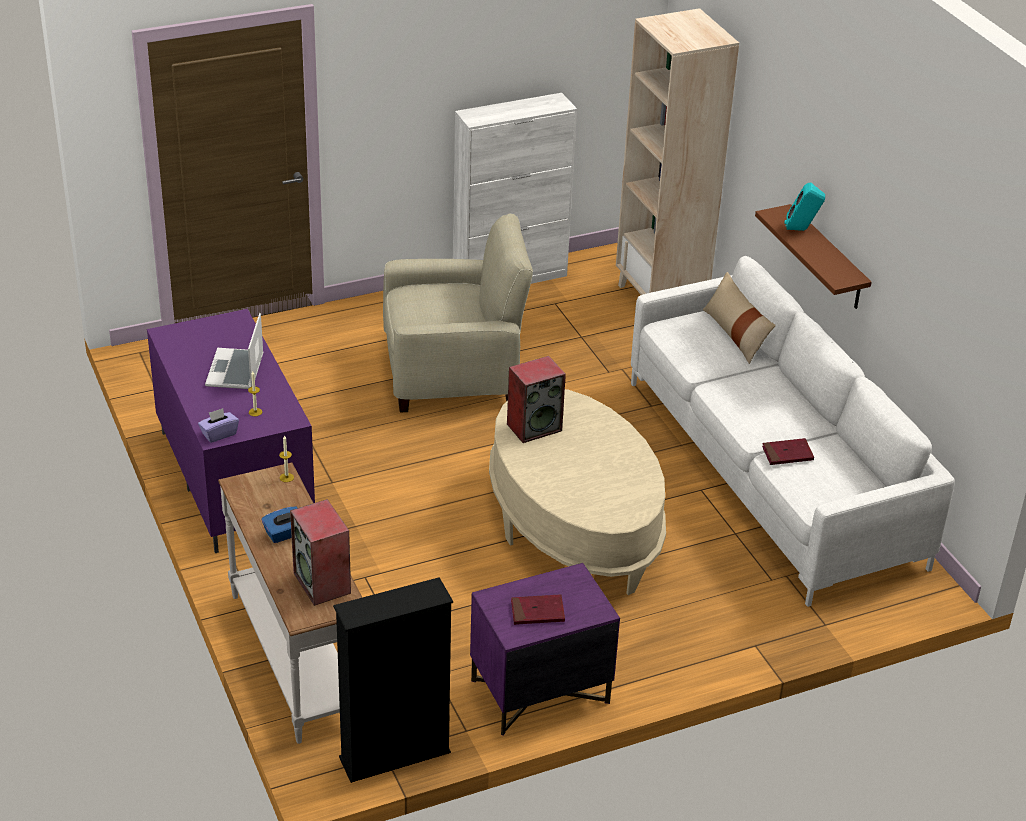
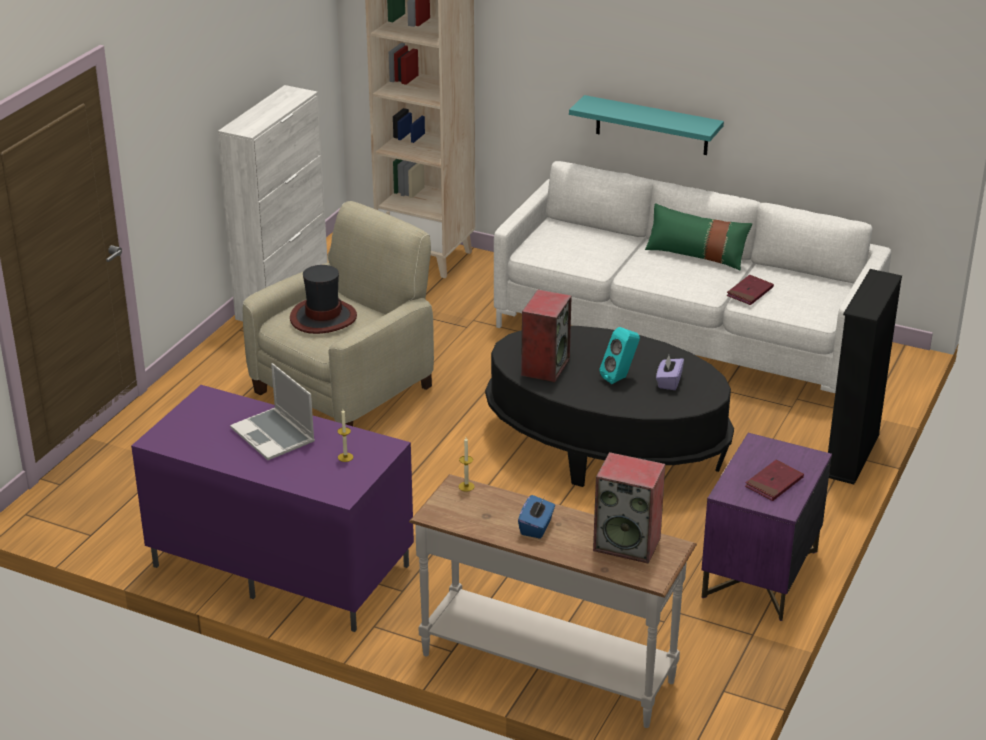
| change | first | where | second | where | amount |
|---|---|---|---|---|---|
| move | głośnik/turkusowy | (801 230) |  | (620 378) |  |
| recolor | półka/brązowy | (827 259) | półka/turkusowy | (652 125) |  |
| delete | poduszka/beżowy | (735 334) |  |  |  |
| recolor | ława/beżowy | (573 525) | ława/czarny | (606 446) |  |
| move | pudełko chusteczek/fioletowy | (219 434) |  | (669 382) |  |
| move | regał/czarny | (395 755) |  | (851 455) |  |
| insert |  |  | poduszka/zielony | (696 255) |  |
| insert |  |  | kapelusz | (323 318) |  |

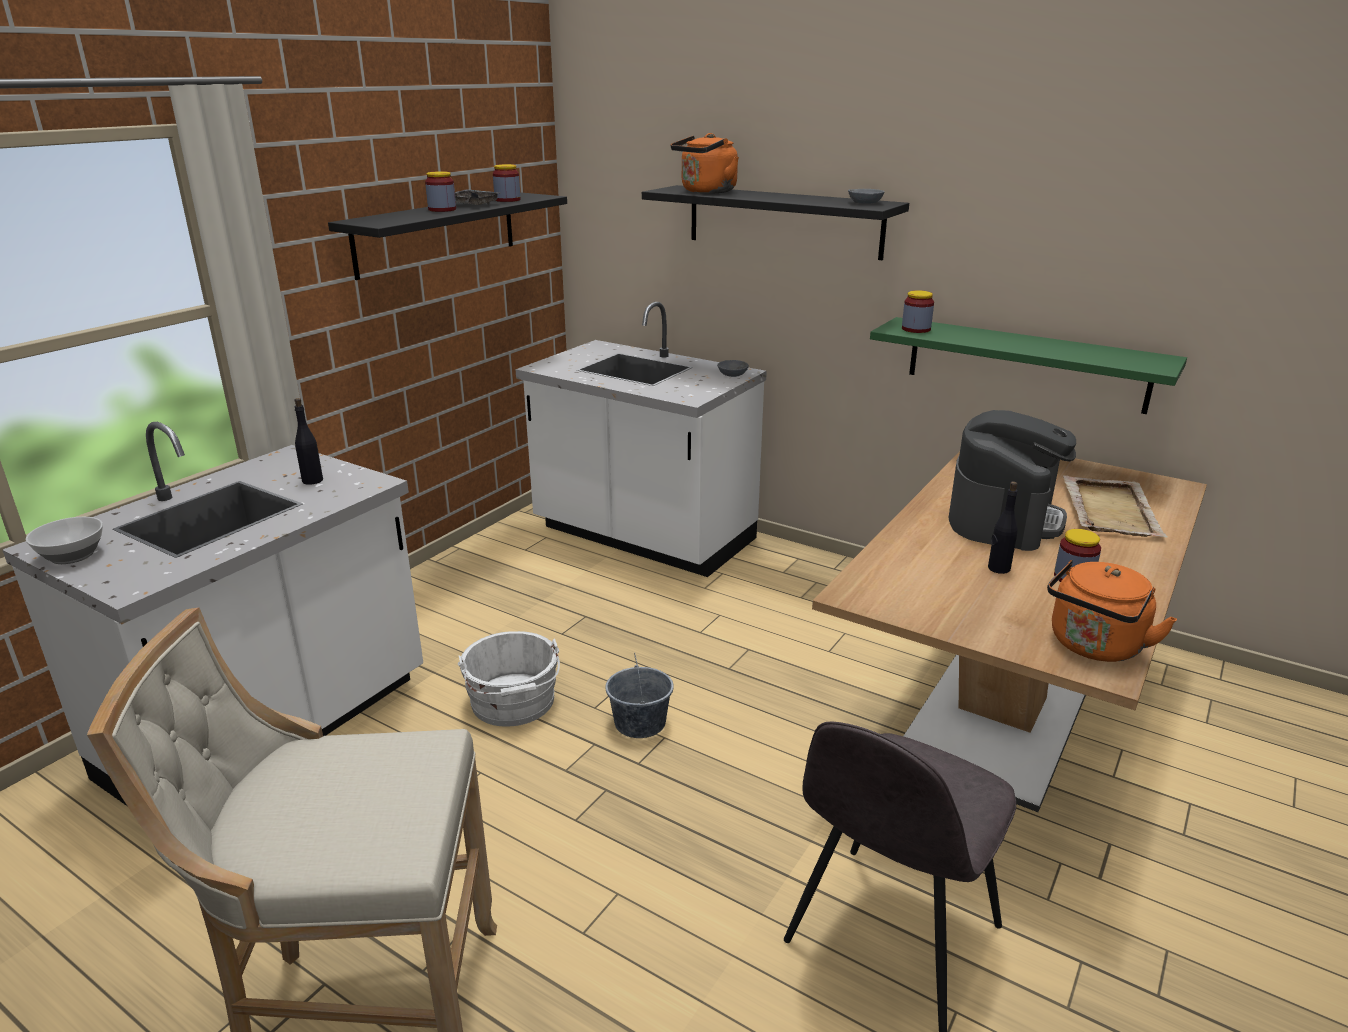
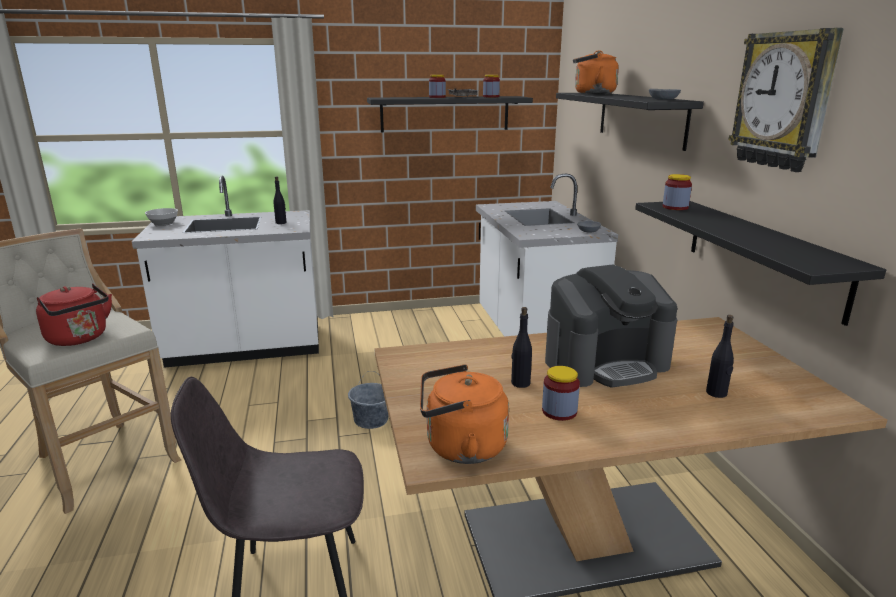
| change | first | where | second | where | amount |
|---|---|---|---|---|---|
| recolor | półka/zielony | (1026 364) | półka/czarny | (762 255) |  |
| replace | taca/beżowy | (1110 509) | butelka/czarny | (716 393) |  |
| delete | wiadro/biały | (514 704) |  |  |  |
| insert |  |  | zegar ścienny | (784 100) |  |
| insert |  |  | czajnik/czerwony | (80 339) |  |

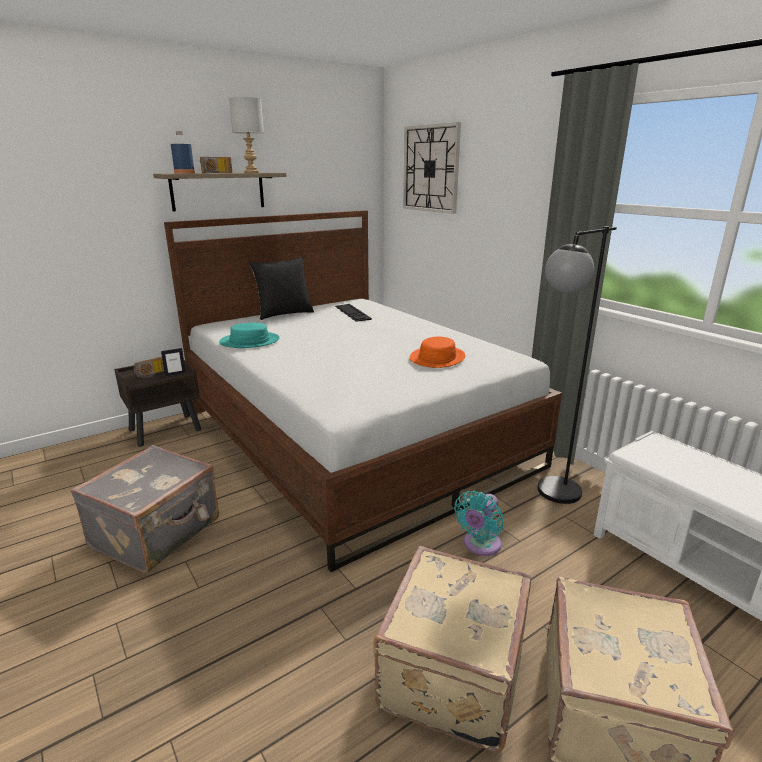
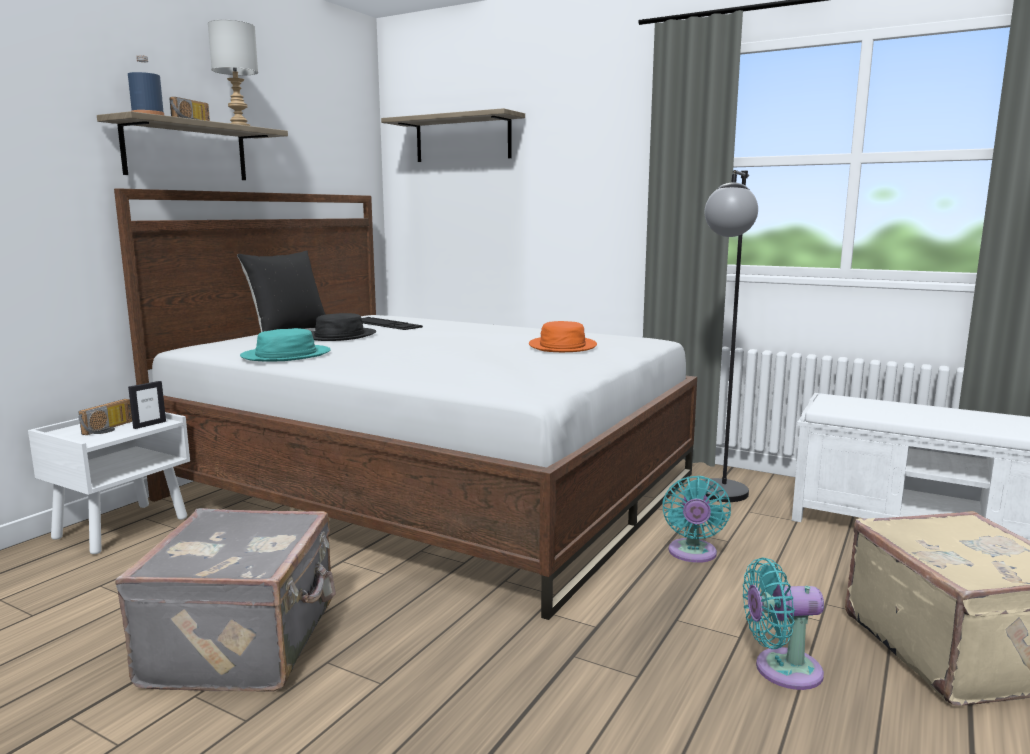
| change | first | where | second | where | amount |
|---|---|---|---|---|---|
| replace | zegar ścienny | (431 169) | półka | (463 139) |  |
| recolor | szafka nocna/brązowy | (166 430) | szafka nocna/biały | (122 527) |  |
| replace | walizka/beżowy | (449 673) | wentylator/turkusowy | (781 670) |  |
| insert |  |  | kapelusz/czarny | (339 336) |  |

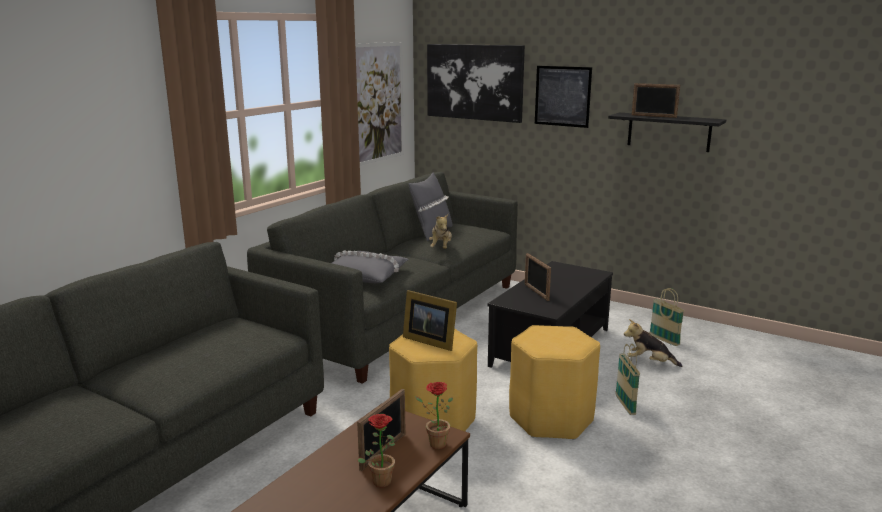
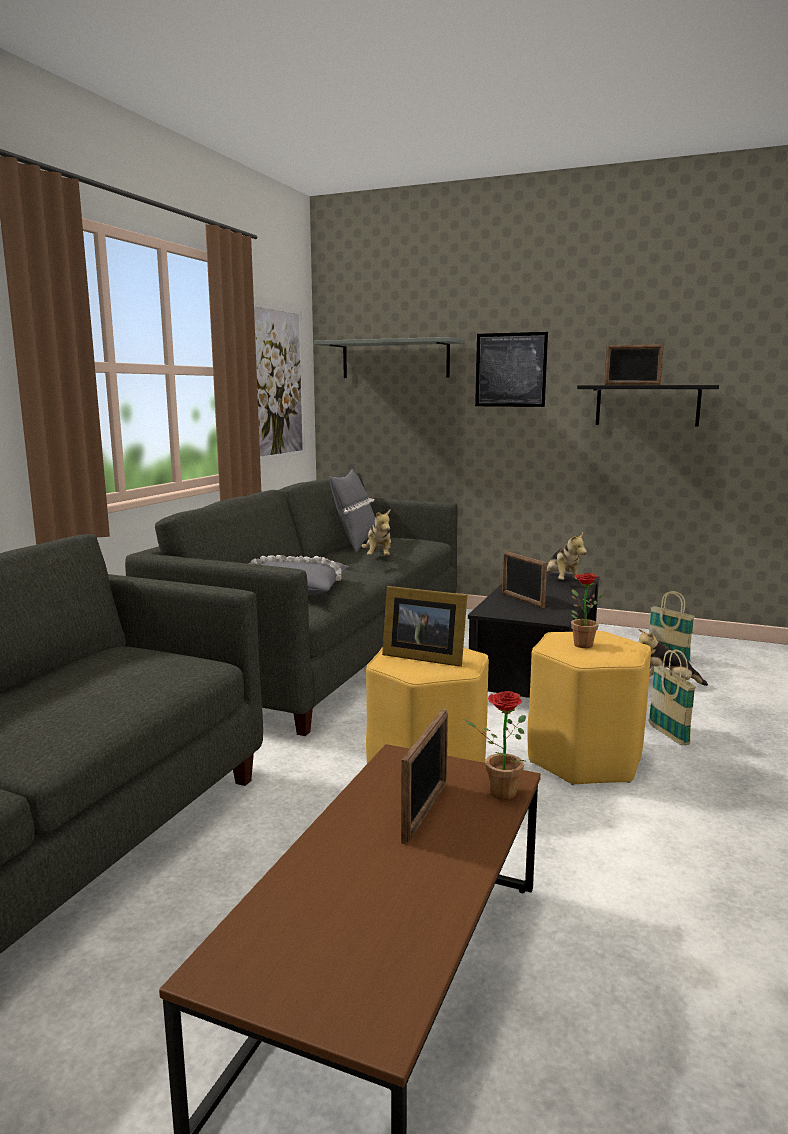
| change | first | where | second | where | amount |
|---|---|---|---|---|---|
| replace | obraz | (474 82) | półka/szary | (395 359) |  |
| move | roślina doniczkowa | (381 479) |  | (580 644) |  |
| insert |  |  | pluszak | (561 581) |  |

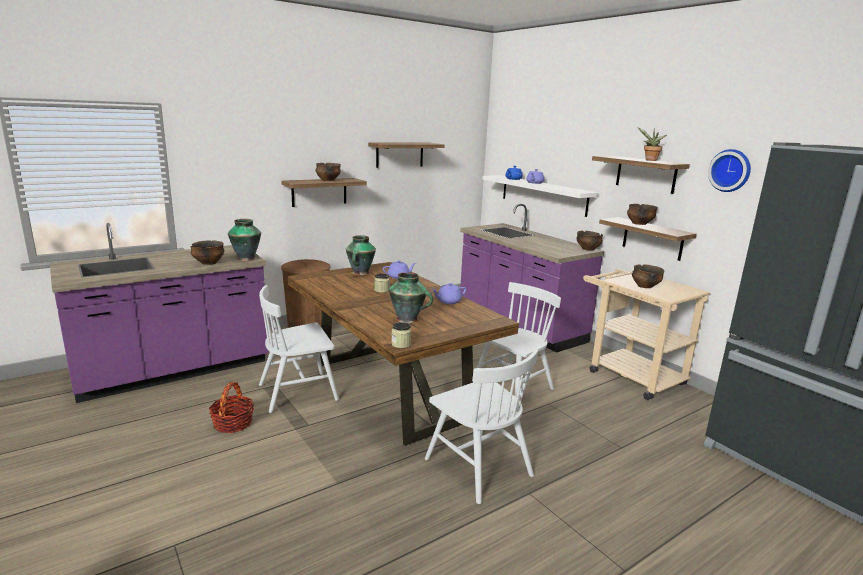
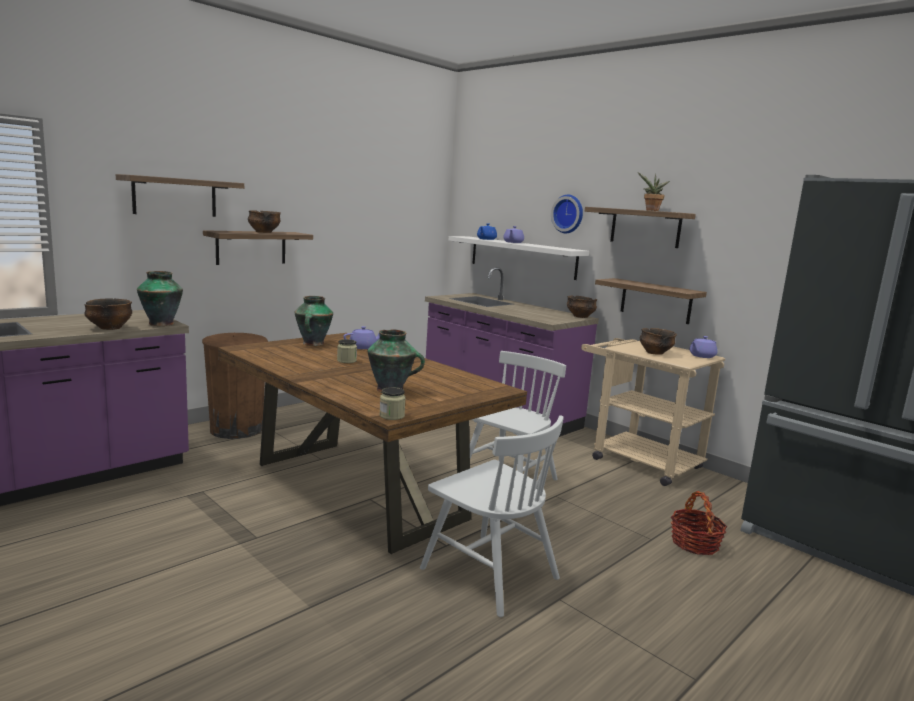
| change | first | where | second | where | amount |
|---|---|---|---|---|---|
| move | półka | (399 154) |  | (175 197) |  |
| move | zegar ścienny | (730 170) |  | (568 214) |  |
| delete | miska | (639 224) |  |  |  |
| move | imbryk/fioletowy | (448 301) |  | (701 356) |  |
| delete | krzesło/biały | (298 392) |  |  |  |
| move | koszyk | (233 423) |  | (694 543) |  |

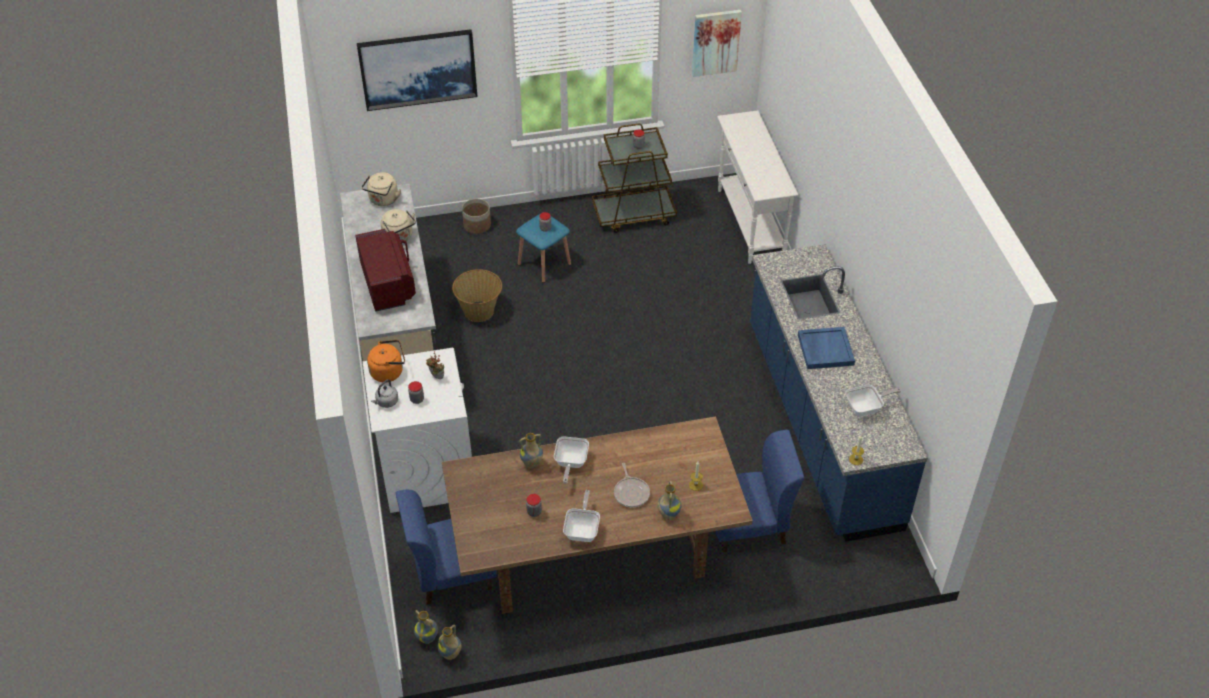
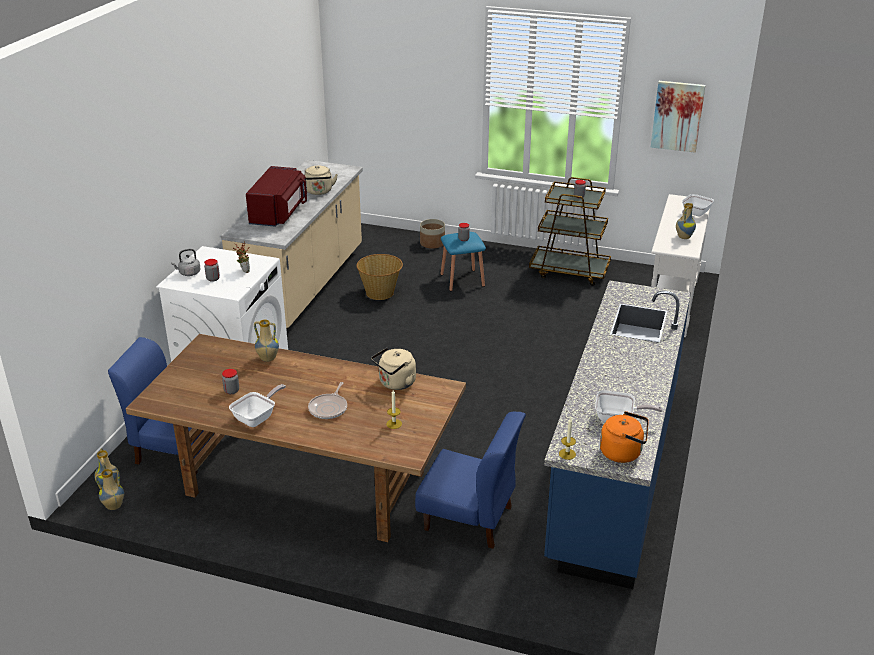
| change | first | where | second | where | amount |
|---|---|---|---|---|---|
| delete | obraz | (418 68) |  |  |  |
| move | czajnik/beżowy | (383 200) |  | (395 383) |  |
| delete | taca/niebieski | (825 349) |  |  |  |
| move | czajnik/pomarańczowy | (389 372) |  | (623 453) |  |
| move | patelnia | (570 464) |  | (694 214) |  |
| move | wazon | (668 514) |  | (683 237) |  |

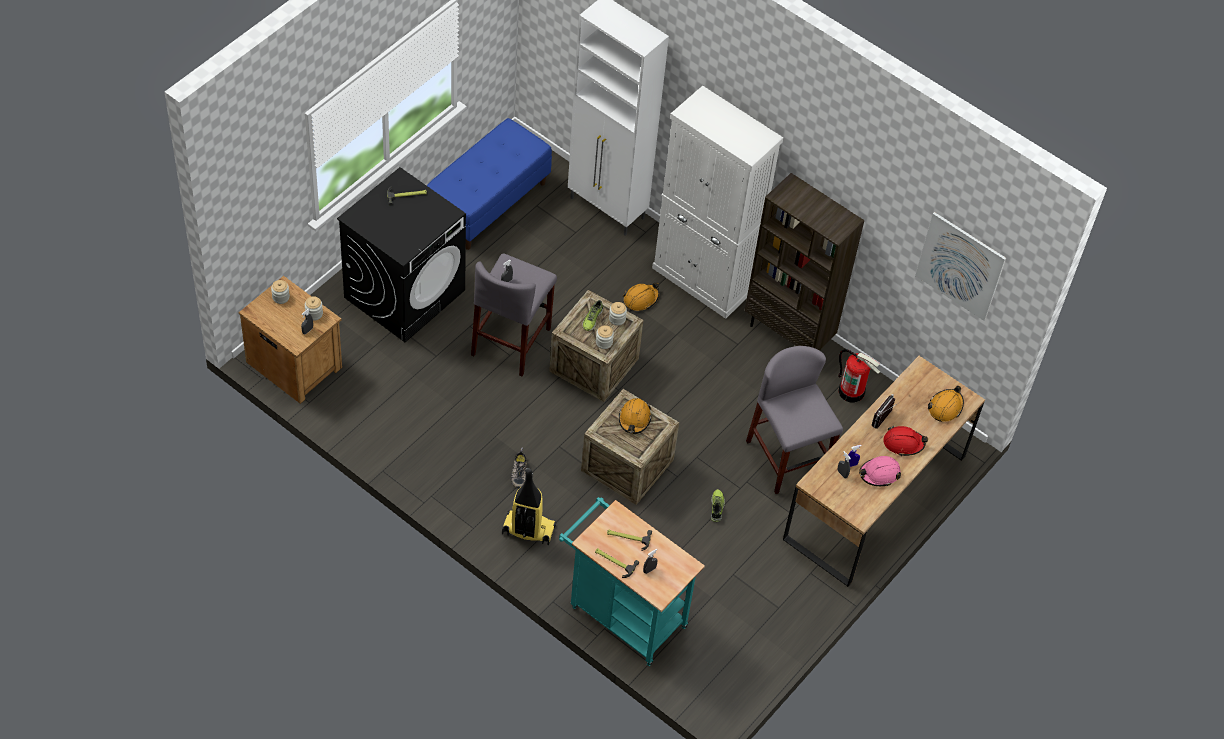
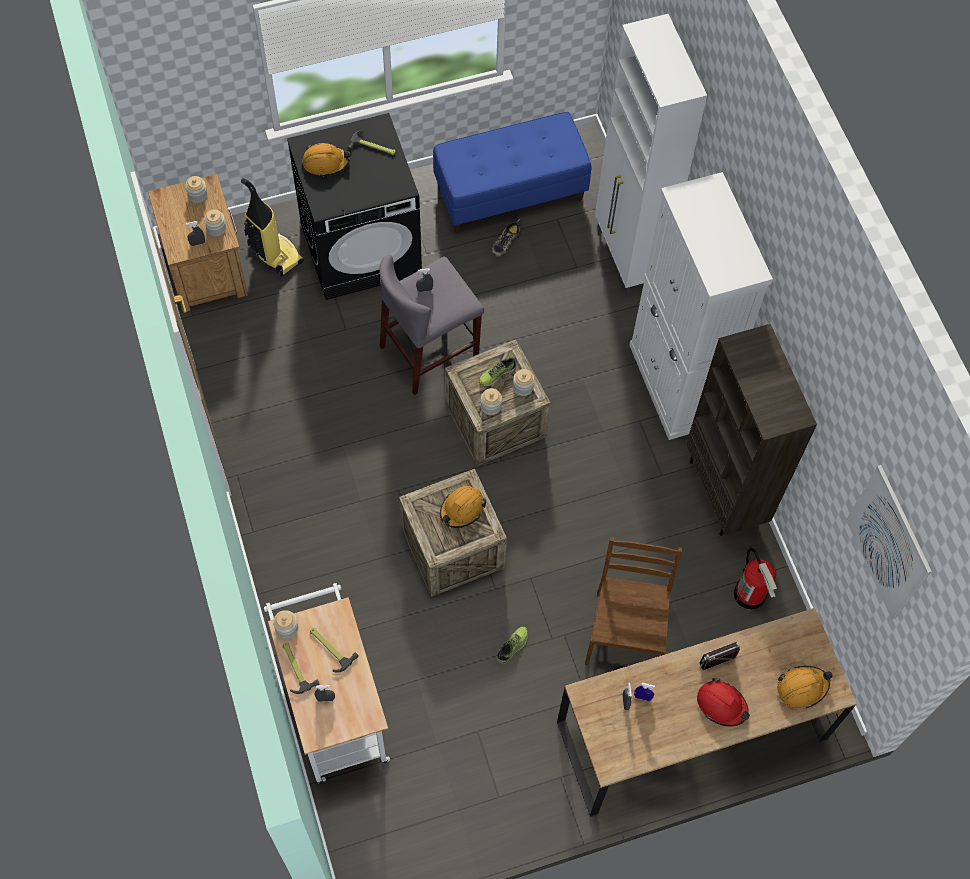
| change | first | where | second | where | amount |
|---|---|---|---|---|---|
| move | kask/pomarańczowy | (641 299) |  | (326 162) |  |
| replace | stołek/szary | (786 459) | krzesło/brązowy | (625 632) |  |
| move | but | (518 472) |  | (505 241) |  |
| delete | kask/różowy | (879 474) |  |  |  |
| move | odkurzacz | (527 530) |  | (274 254) |  |
| recolor | wózek/turkusowy | (622 613) | wózek/biały | (334 708) |  |
| insert |  |  | słoik | (287 628) |  |

